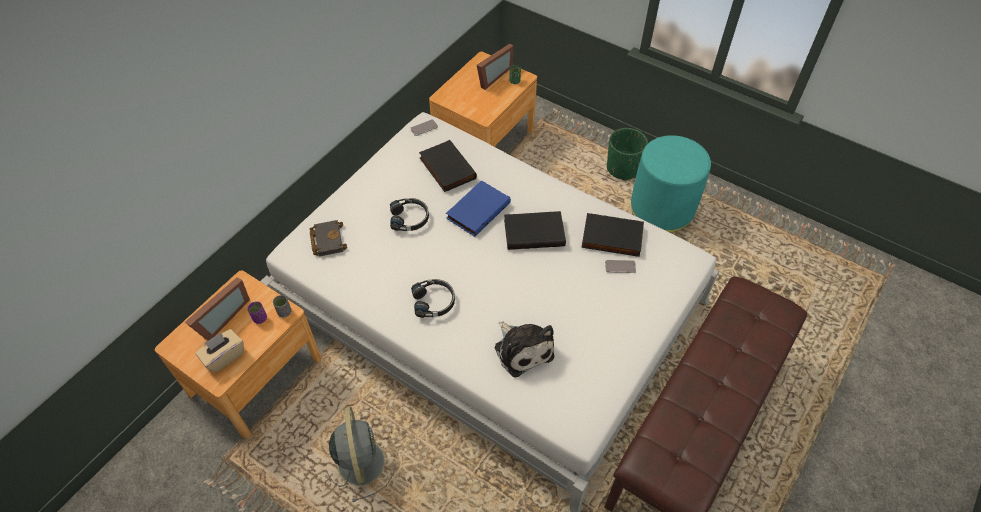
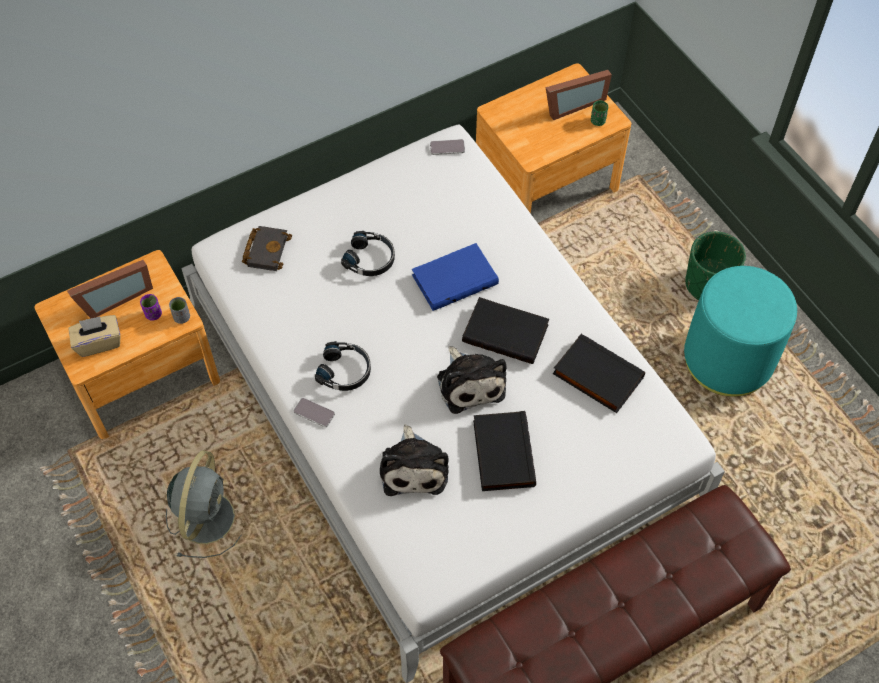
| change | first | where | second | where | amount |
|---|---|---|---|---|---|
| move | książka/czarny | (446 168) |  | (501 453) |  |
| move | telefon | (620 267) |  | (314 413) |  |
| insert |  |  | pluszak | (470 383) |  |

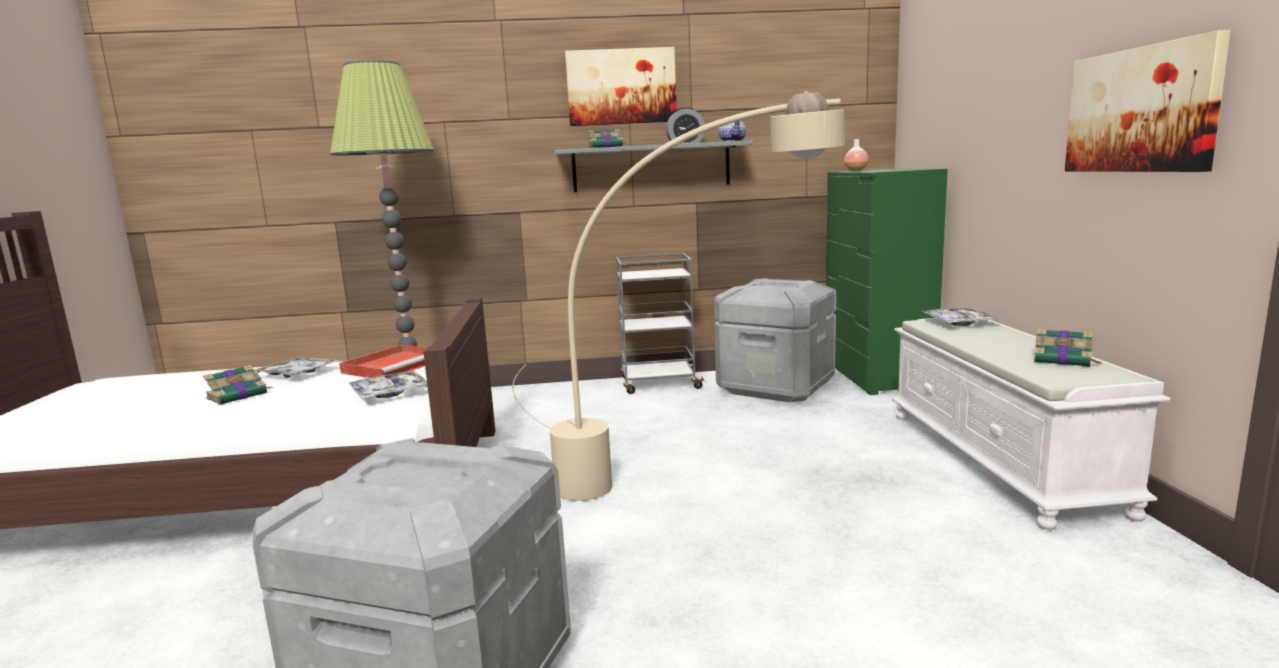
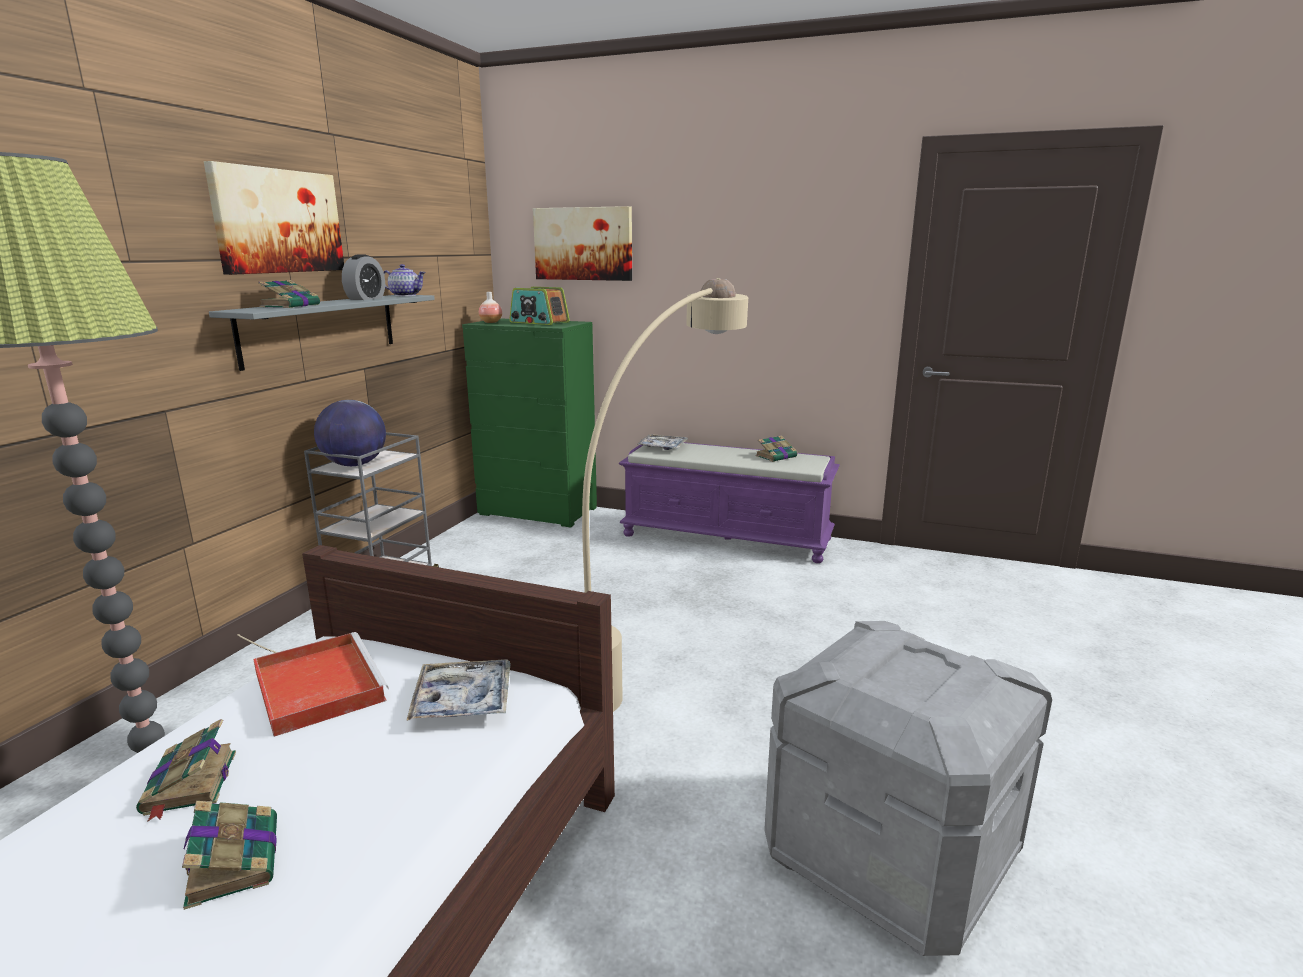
| change | first | where | second | where | amount |
|---|---|---|---|---|---|
| move | obraz | (1141 110) |  | (583 244) |  |
| delete | pojemnik do przechowywania/szary | (776 386) |  |  |  |
| recolor | ławka/biały | (1001 460) | ławka/fioletowy | (727 537) |  |
| replace | taca | (297 374) | książka | (189 784) |  |
| insert |  |  | radio | (539 322) |  |
| insert |  |  | globus | (354 465) |  |

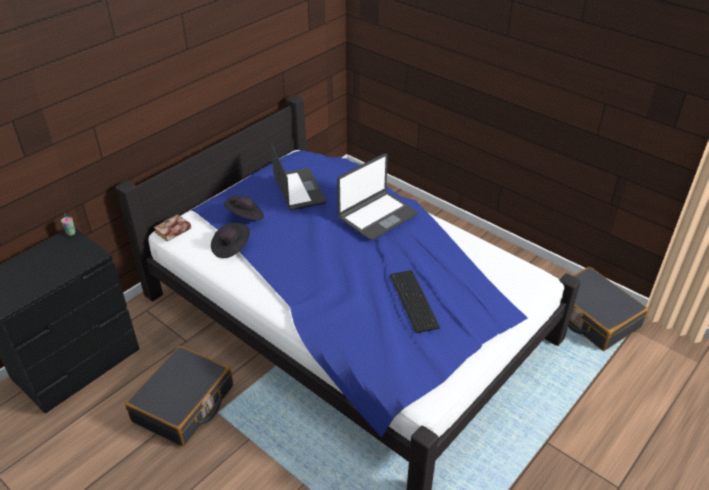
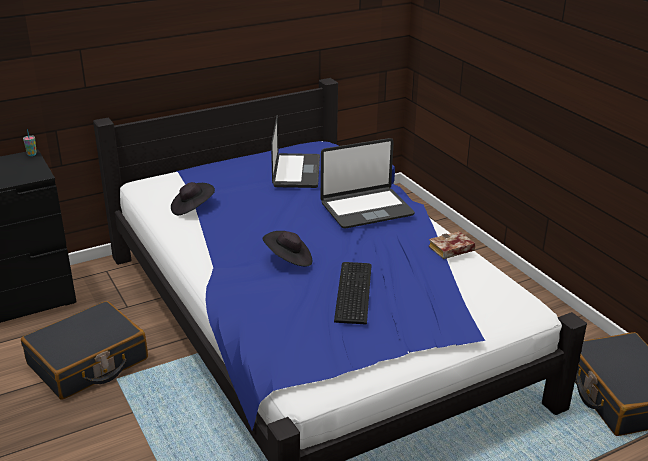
| change | first | where | second | where | amount |
|---|---|---|---|---|---|
| move | kapelusz/czarny | (245 216) |  | (288 260) |  |
| move | książka | (172 231) |  | (450 250) |  |

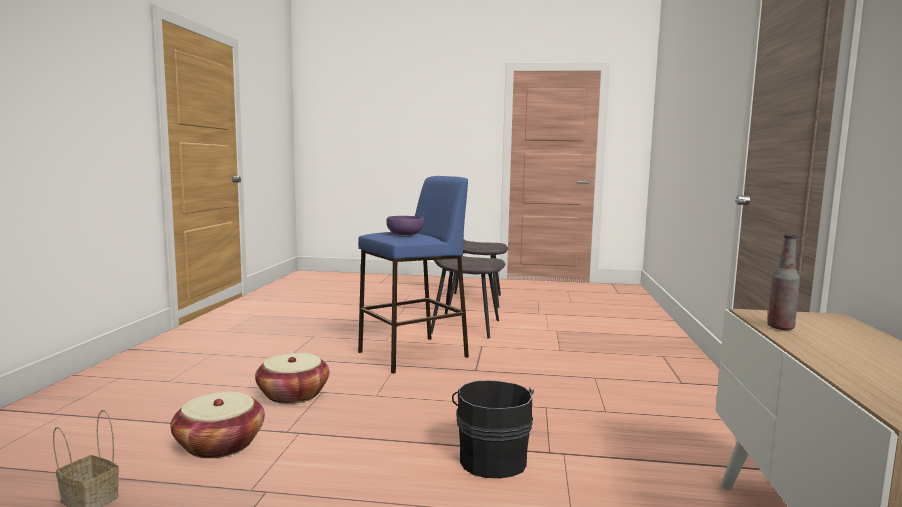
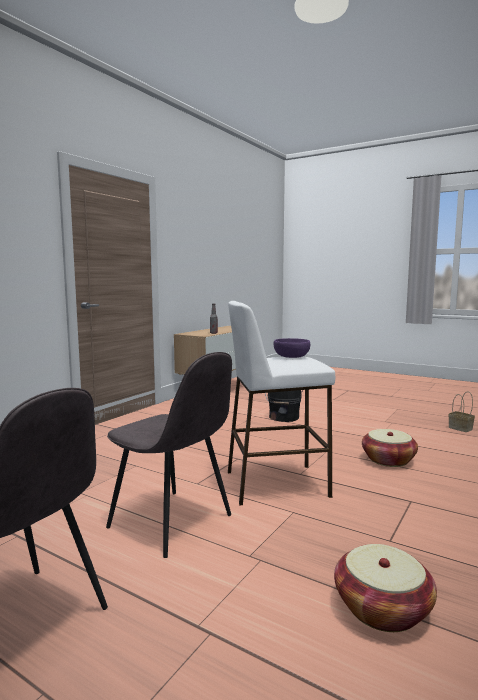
| change | first | where | second | where | amount |
|---|---|---|---|---|---|
| recolor | stołek/niebieski | (413 354) | stołek/biały | (275 484) |  |
| move | koszyk | (220 444) |  | (382 608) |  |

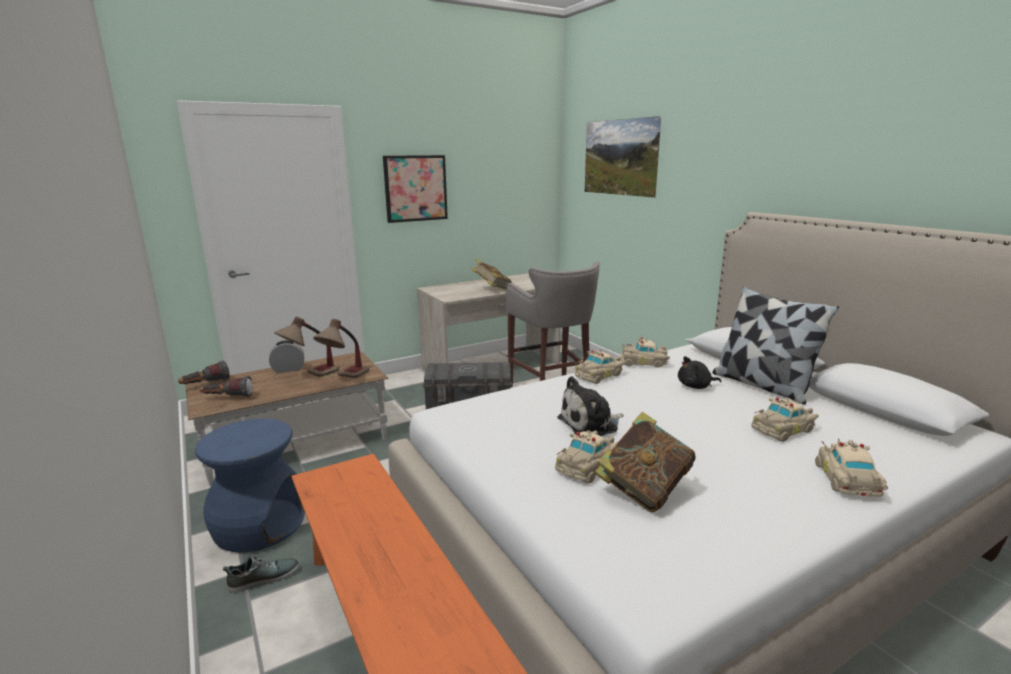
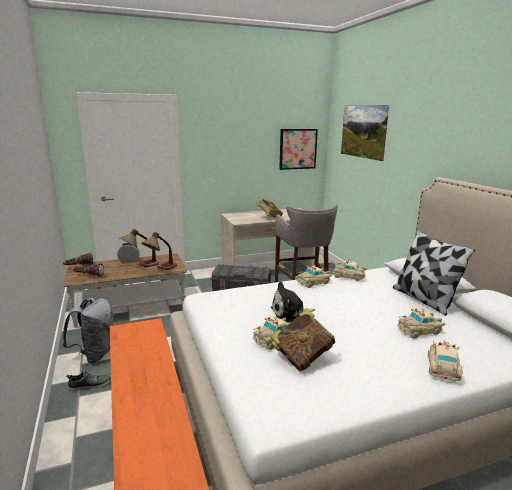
| change | first | where | second | where | amount |
|---|---|---|---|---|---|
| move | obraz | (415 188) |  | (297 149) |  |
| delete | pluszak/czarny | (696 386) |  |  |  |
| replace | stołek/niebieski | (259 525) | plecak/szary | (95 354) |  |

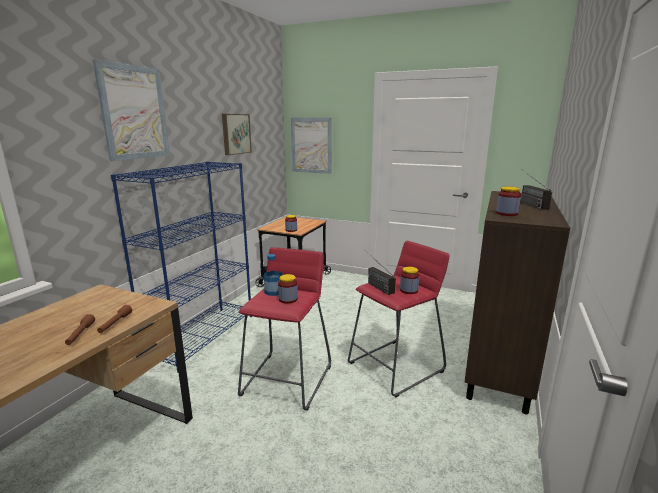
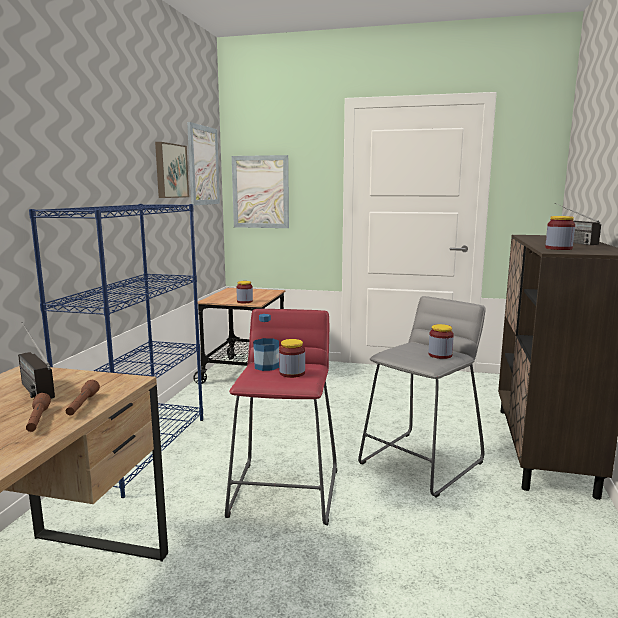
| change | first | where | second | where | amount |
|---|---|---|---|---|---|
| move | obraz | (134 112) |  | (203 165) |  |
| recolor | stołek/czerwony | (396 366) | stołek/szary | (421 462) |  |
| move | radio | (374 285) |  | (31 386) |  |

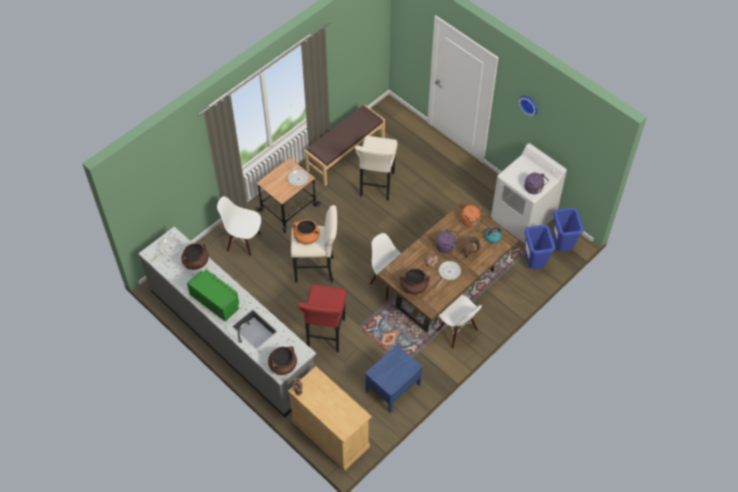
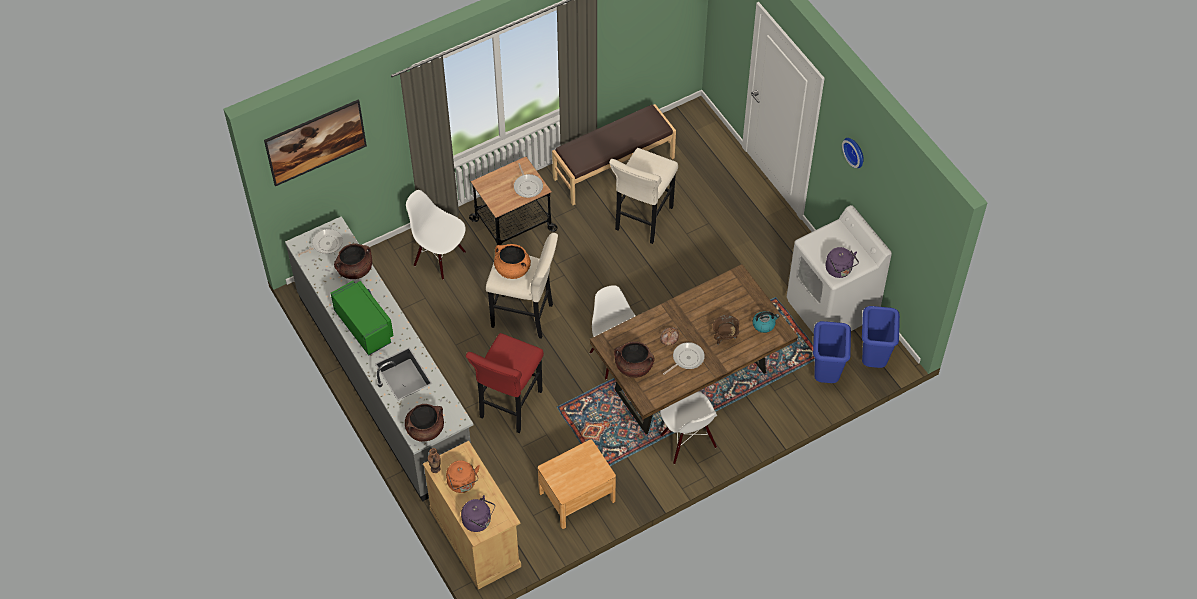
| change | first | where | second | where | amount |
|---|---|---|---|---|---|
| move | czajnik/pomarańczowy | (471 221) |  | (462 484) |  |
| move | czajnik/fioletowy | (446 246) |  | (479 521) |  |
| recolor | szafka nocna/niebieski | (393 387) | szafka nocna/brązowy | (577 496) |  |
| insert |  |  | obraz | (318 153) |  |

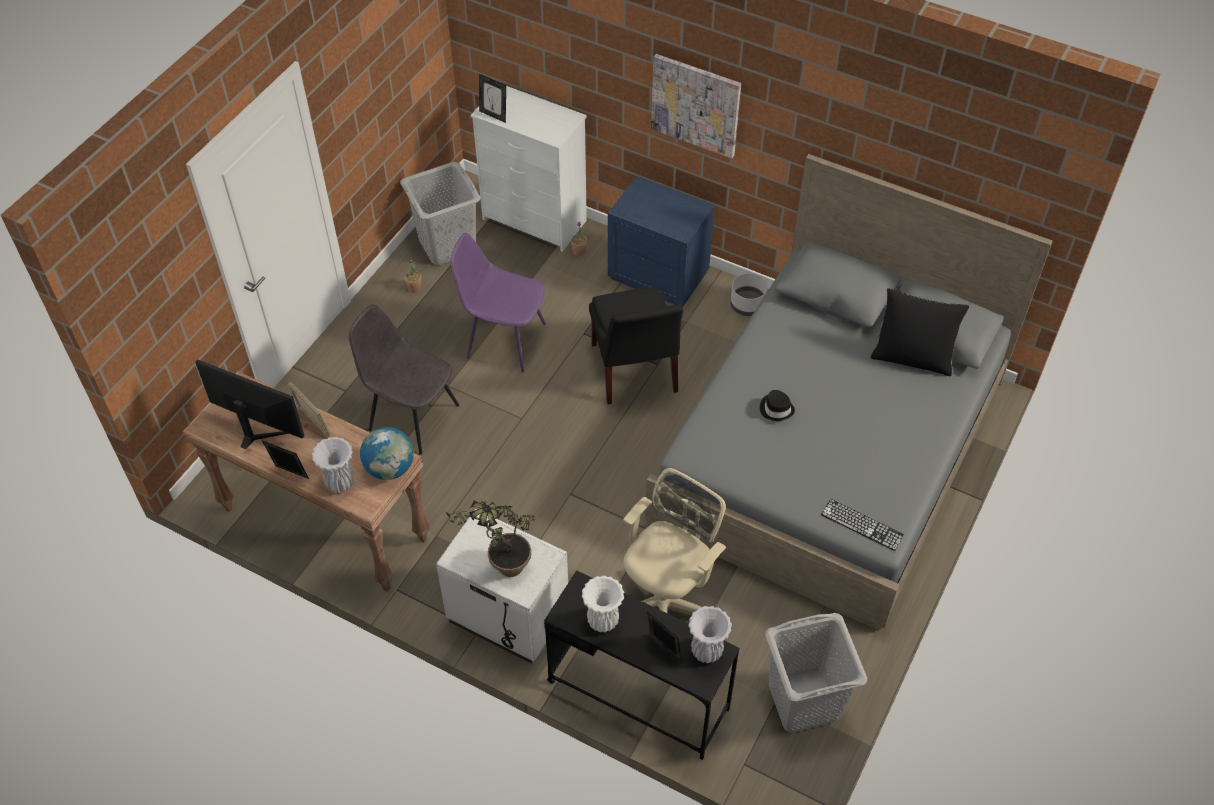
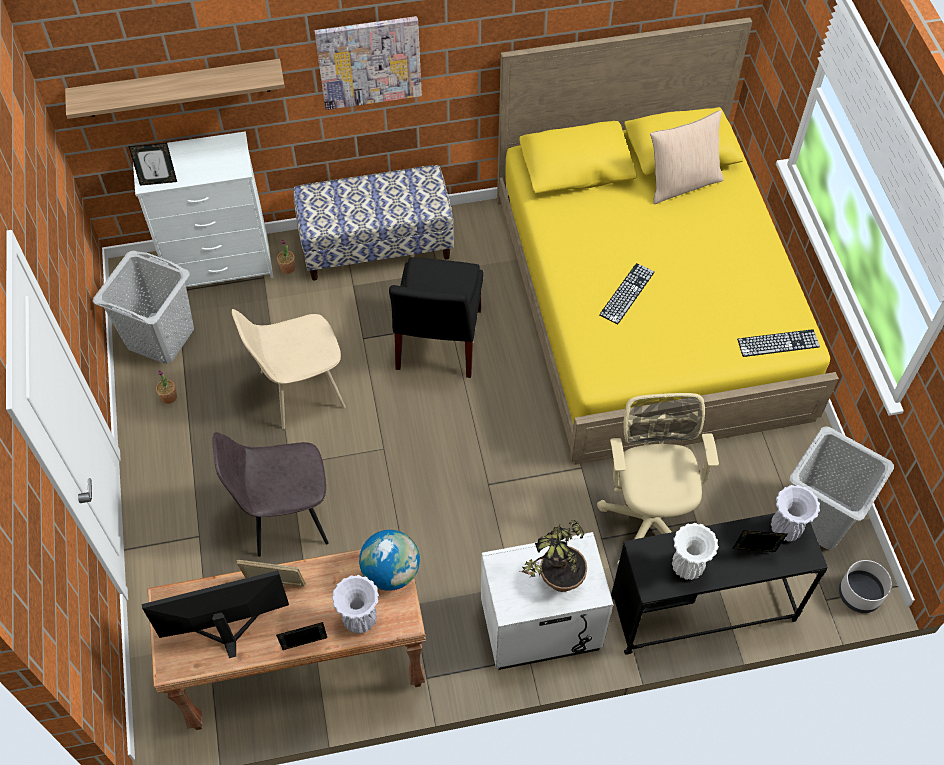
| change | first | where | second | where | amount |
|---|---|---|---|---|---|
| recolor | łóżko/szary | (831 450) | łóżko/żółty | (649 303) |  |
| replace | szafka nocna/niebieski | (659 275) | ławka | (377 246) |  |
| recolor | krzesło/fioletowy | (504 340) | krzesło/beżowy | (299 390) |  |
| move | donica/szary | (747 305) |  | (859 595) |  |
| rotate | krzesło/czarny | (634 371) |  | (437 343) | 60 degrees clockwise |
| recolor | poduszka/czarny | (912 357) | poduszka/beżowy | (682 183) |  |
| replace | kapelusz/czarny | (776 409) | klawiatura | (627 293) |  |
| insert |  |  | półka | (177 88) |  |

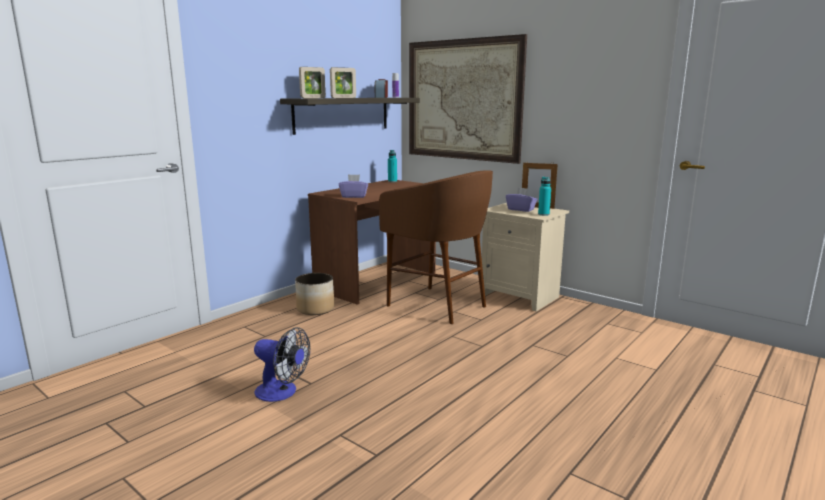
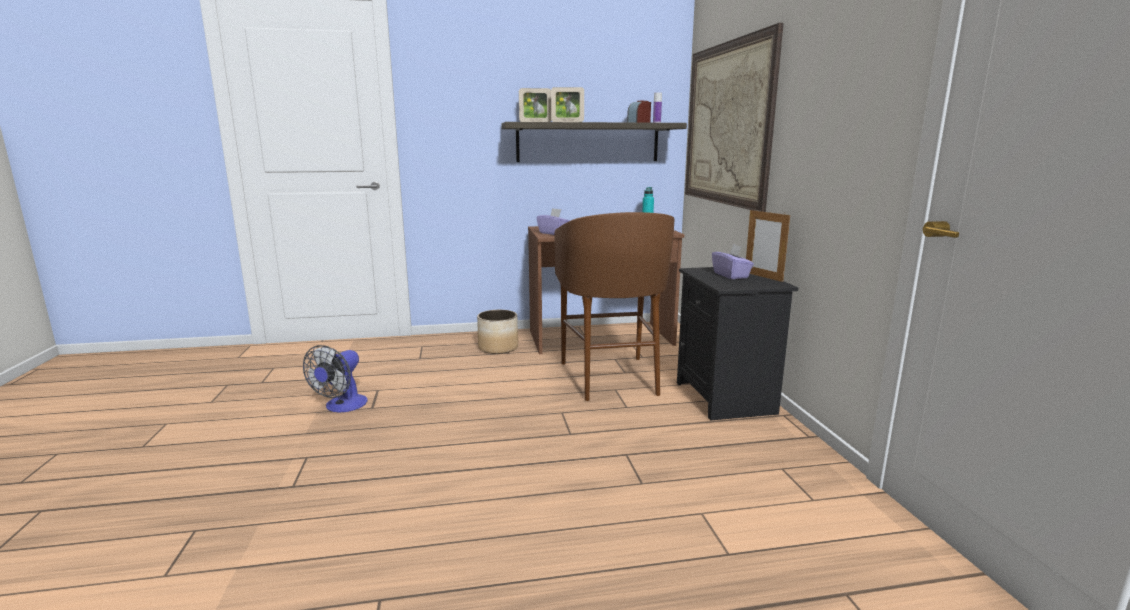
| change | first | where | second | where | amount |
|---|---|---|---|---|---|
| delete | butelka/turkusowy | (543 214) |  |  |  |
| recolor | szafka nocna/beżowy | (521 296) | szafka nocna/czarny | (727 398) |  |
| rotate | wentylator | (282 392) |  | (342 407) | 45 degrees clockwise |

